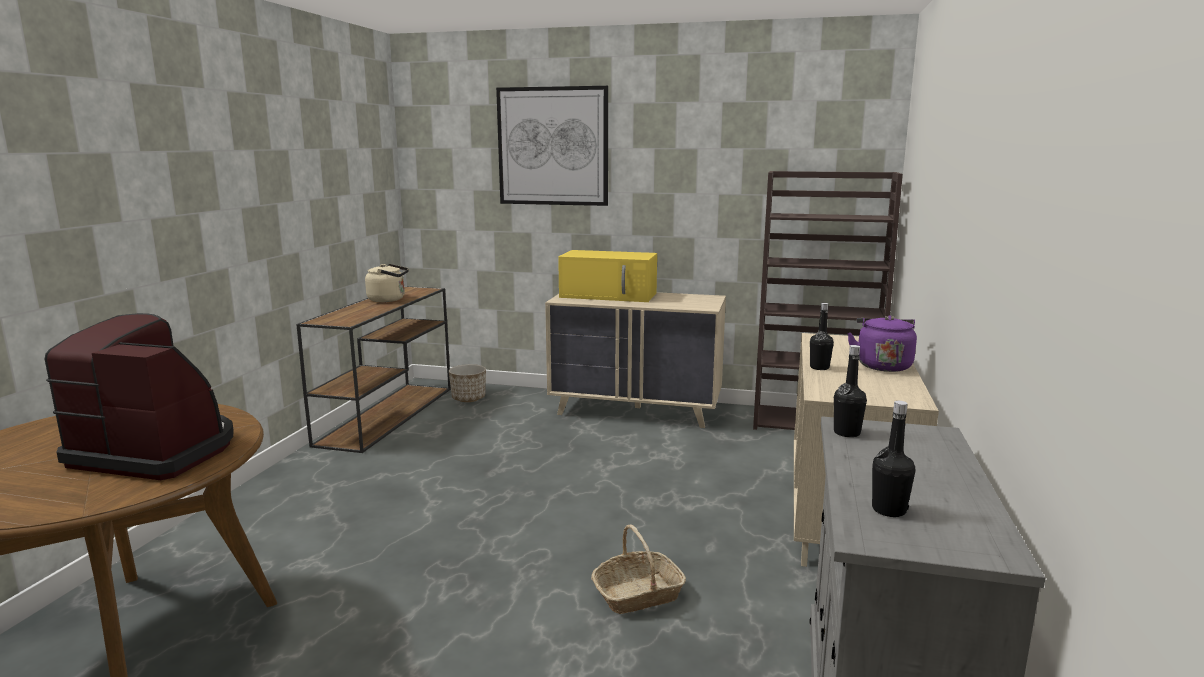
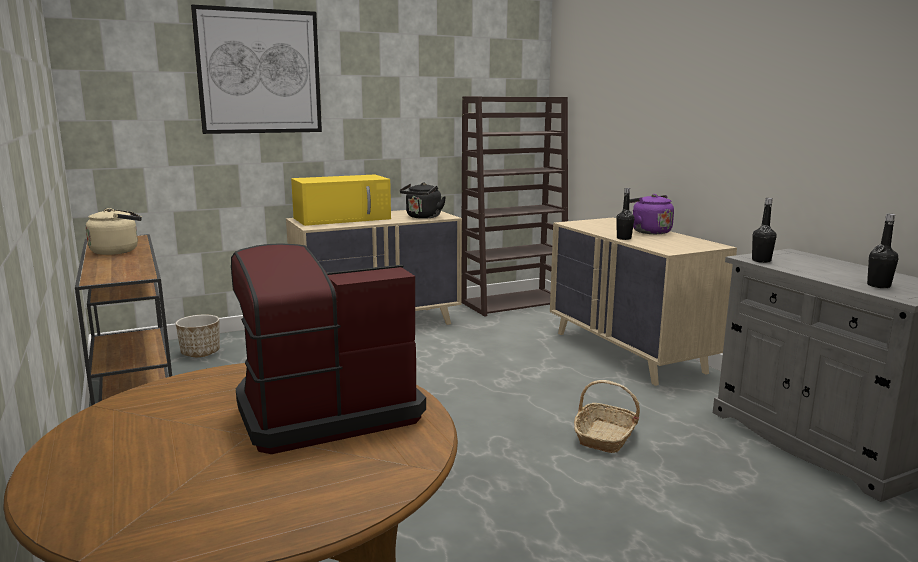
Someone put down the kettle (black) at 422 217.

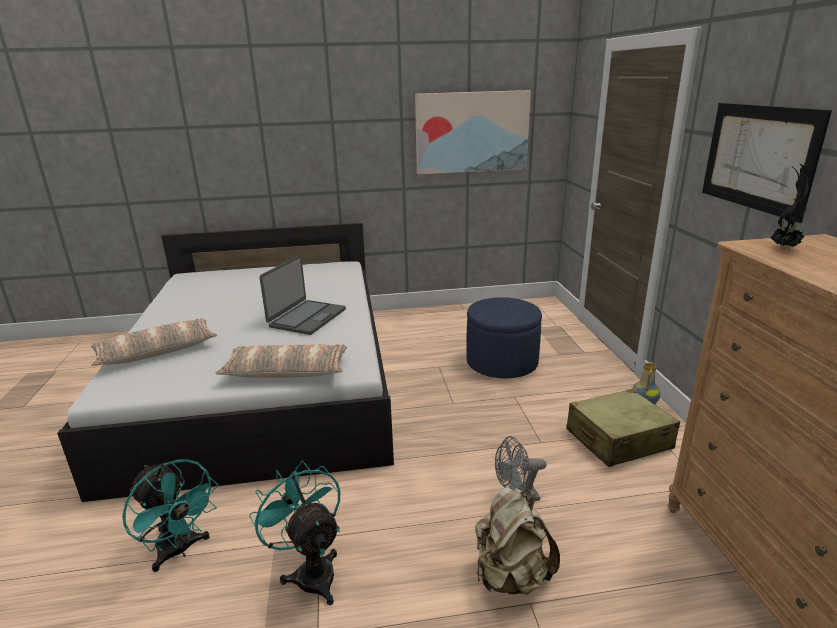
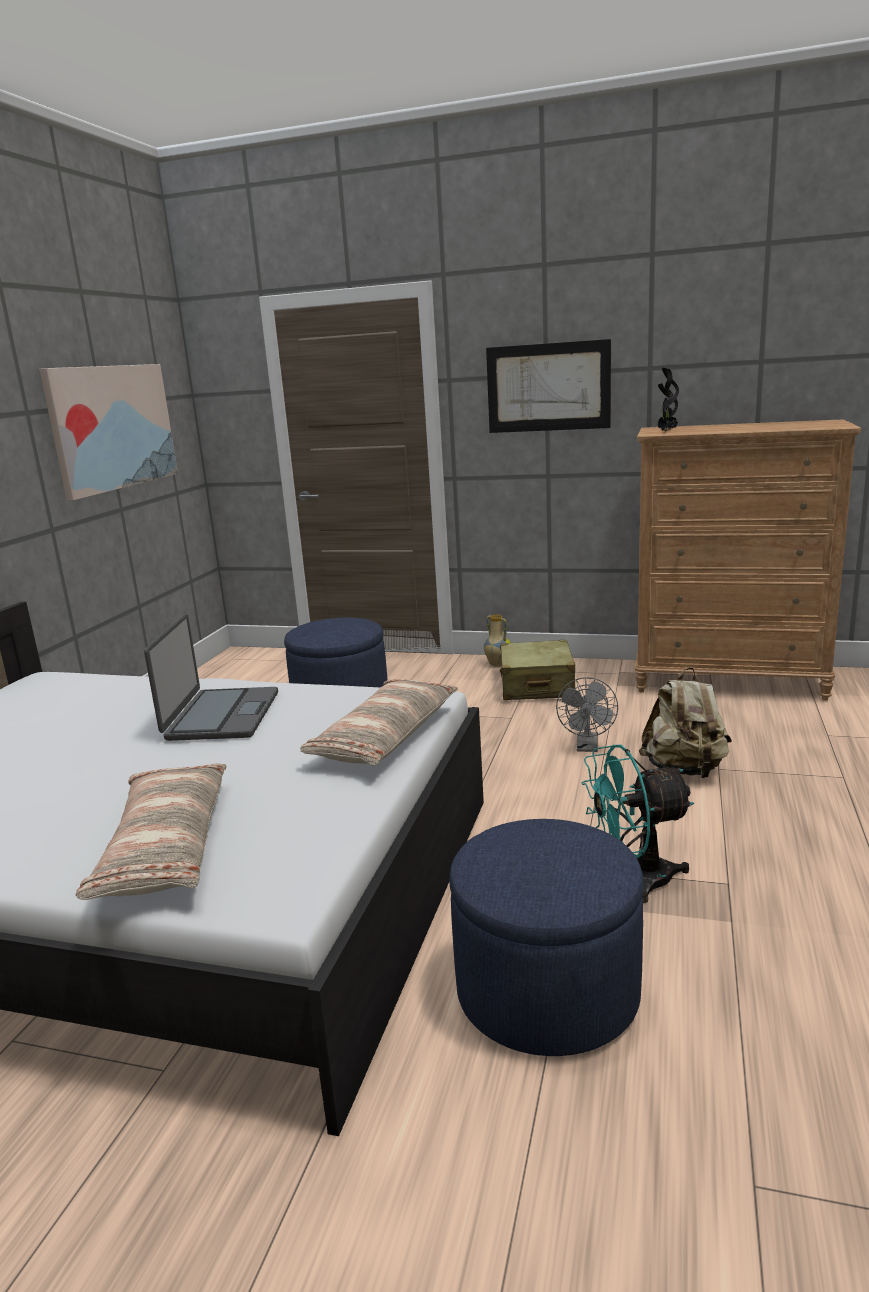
Someone swapped the fan (turquoise) at 180 551 for the ottoman (blue) at 547 991. Someone rotated the laptop at 306 318 by 45 degrees clockwise.

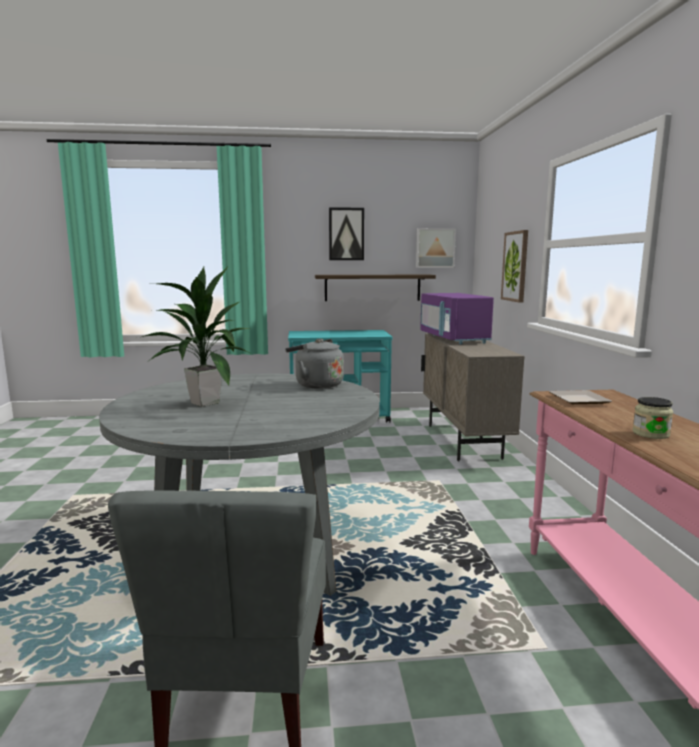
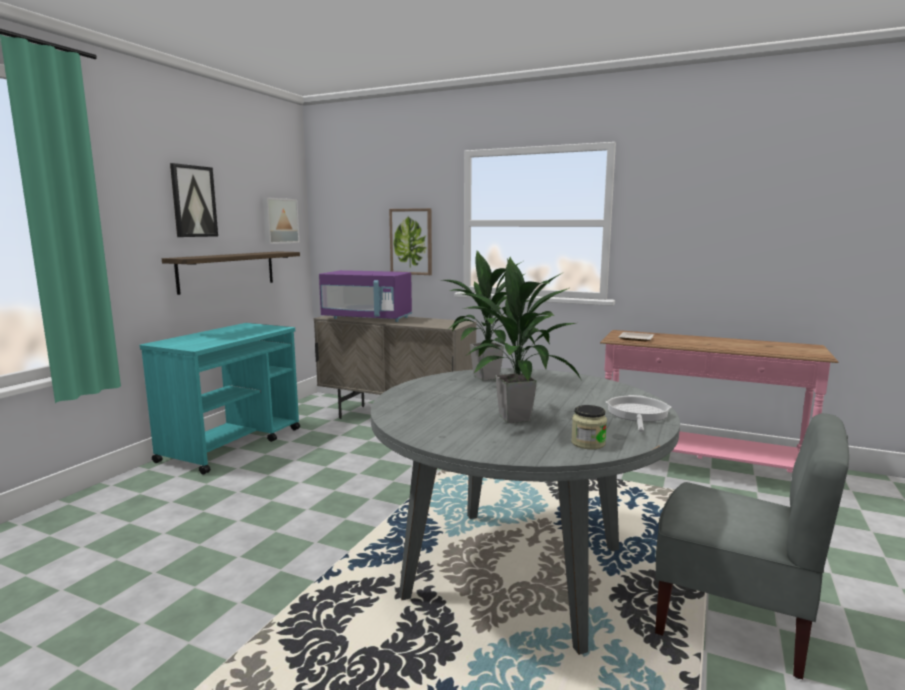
Someone swapped the kettle (grey) at 316 385 for the potted plant at 486 377. Someone carried the jar from 650 434 to 588 443. Someone put down the frying pan at 637 414.

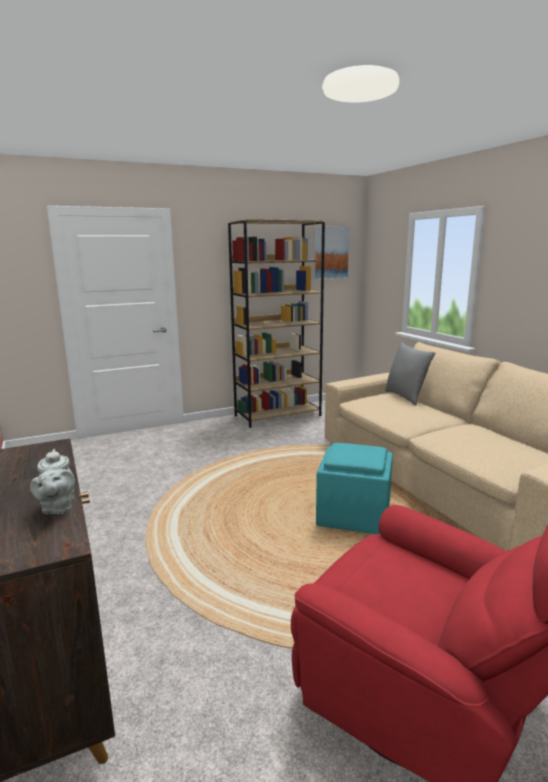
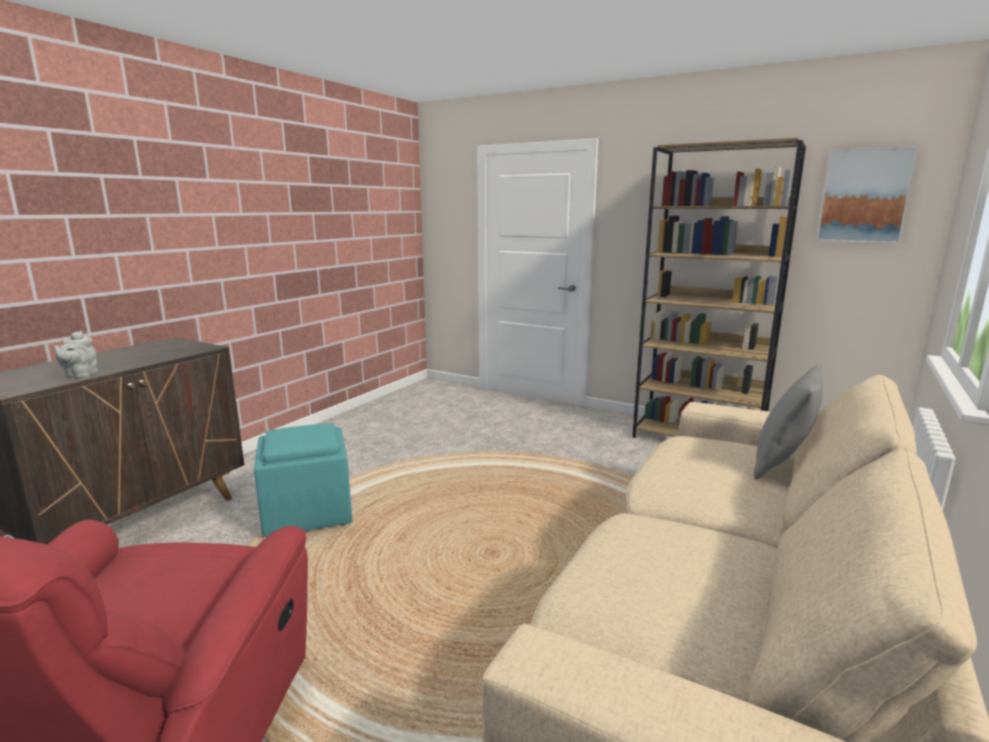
Someone rotated the teapot (grey) at 57 508 by 45 degrees counterclockwise. Someone carried the ottoman (turquoise) from 354 515 to 308 513.

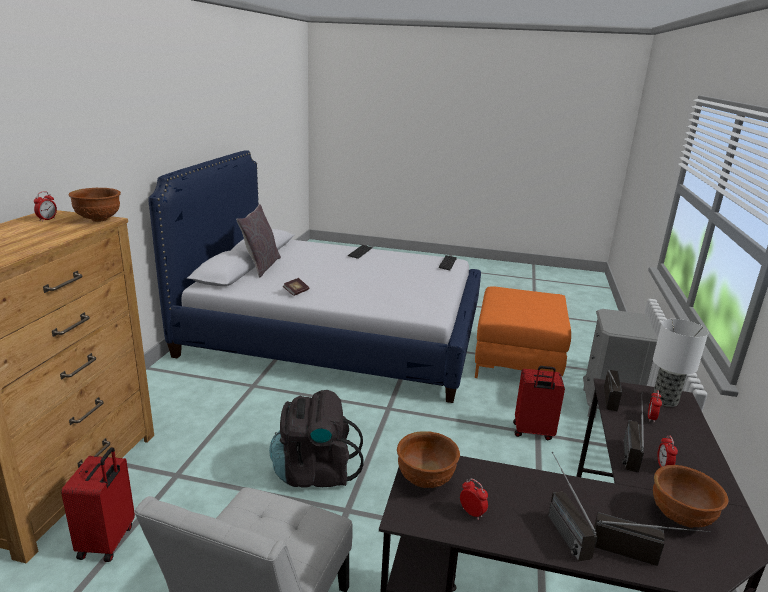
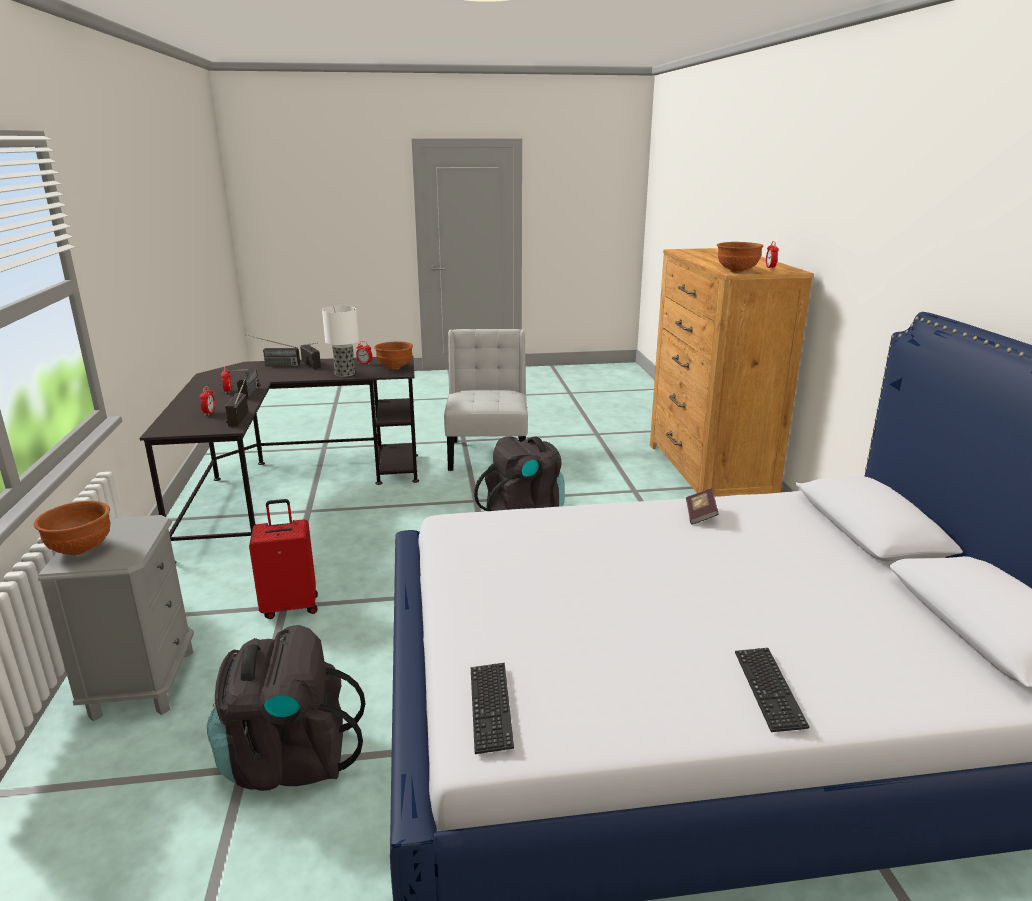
Someone took away the suitcase (red) at 108 541. Someone took away the pillow (grey) at 261 266. Someone swapped the ottoman (orange) at 516 360 for the backpack (black) at 289 759. Someone carried the table lamp from 665 400 to 344 374. Someone carried the bowl (brown) from 681 518 to 80 549.

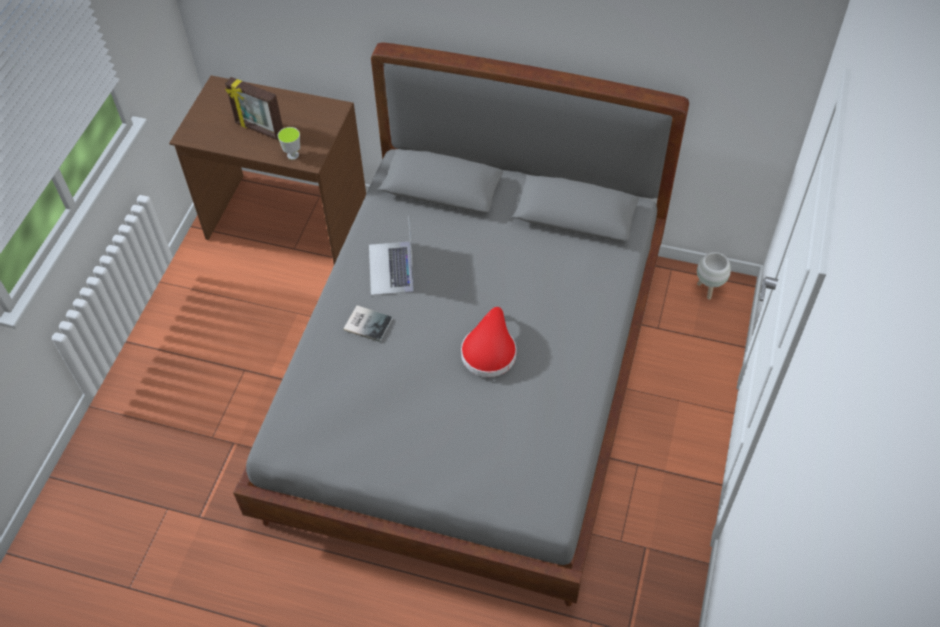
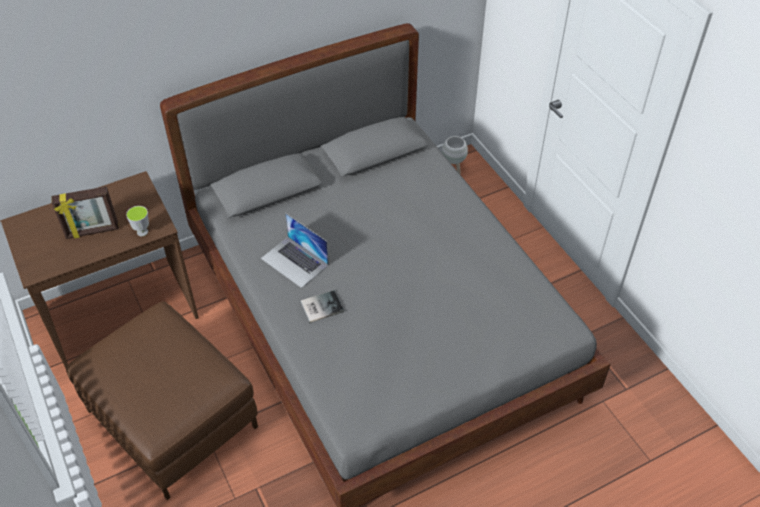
Someone took away the hat (red) at 489 350. Someone put down the ottoman (brown) at 171 418.

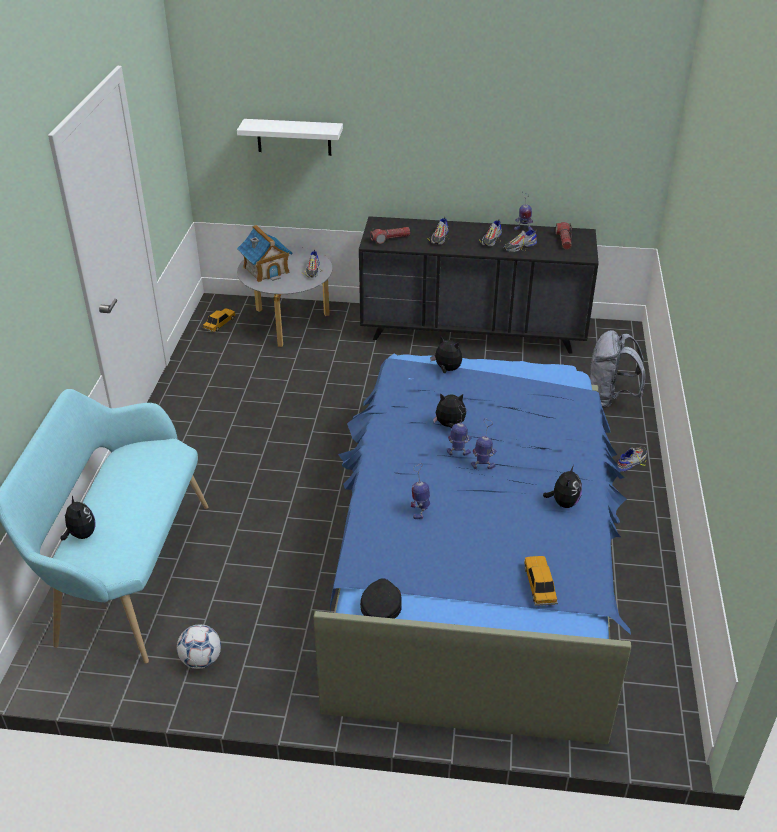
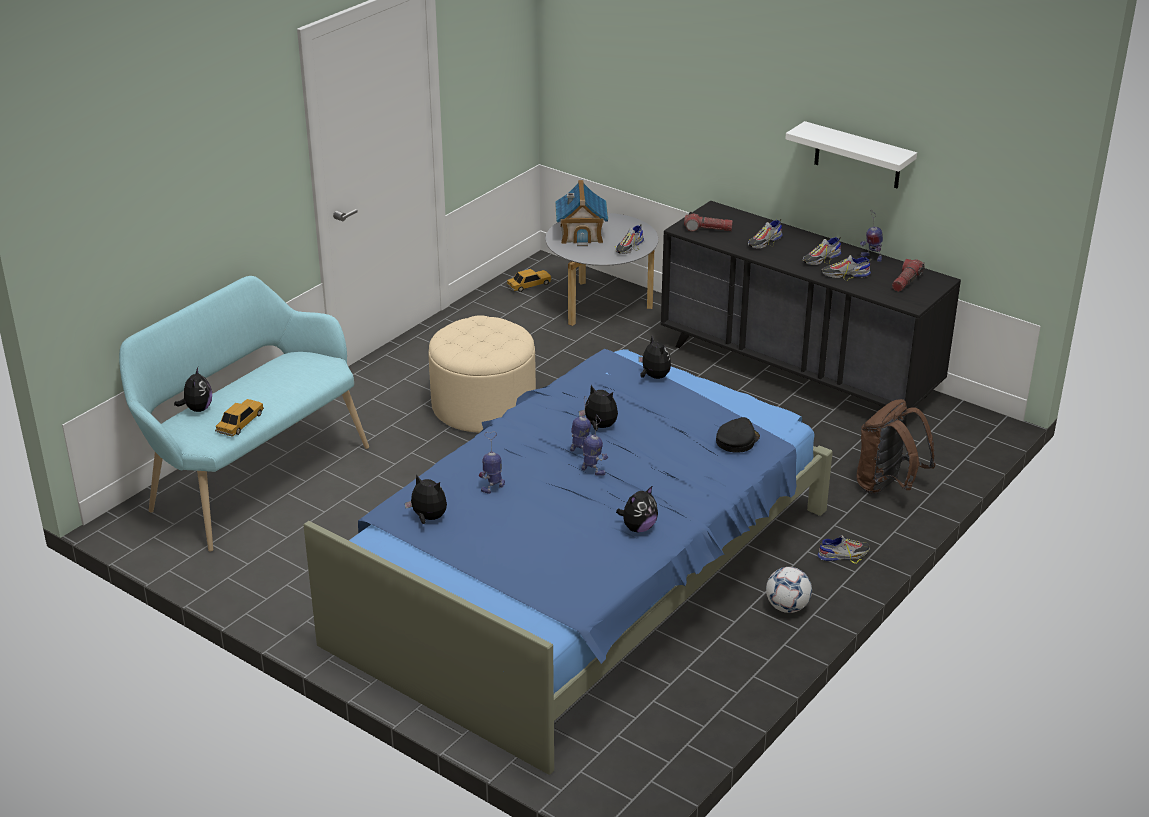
Someone carried the football from 201 660 to 787 607. Someone carried the shelf (white) from 294 137 to 857 156. Someone carried the cap (black) from 381 604 to 737 440. Someone carried the toy car from 539 585 to 240 423. Someone repainted the backpack (grey) at 610 398, which became the backpack (brown) at 887 486. Someone put down the plush toy at 428 518. Someone put down the ottoman (beige) at 483 405.

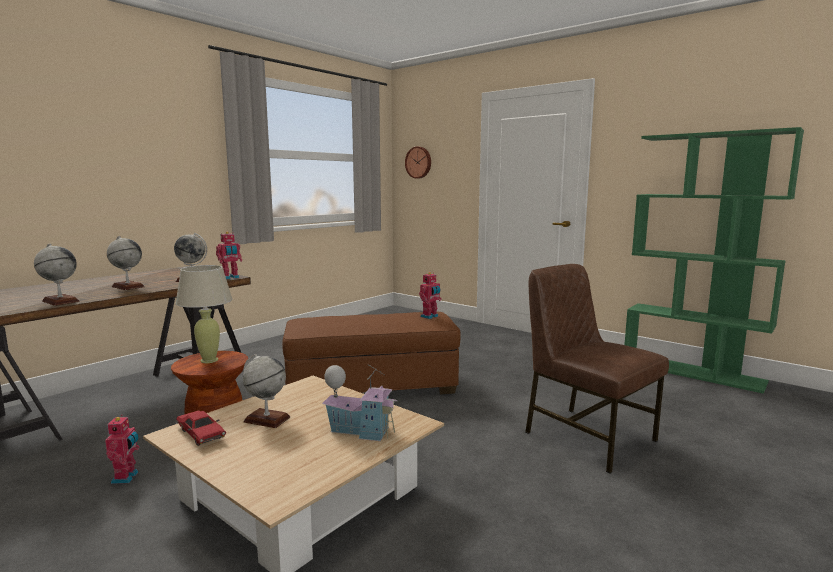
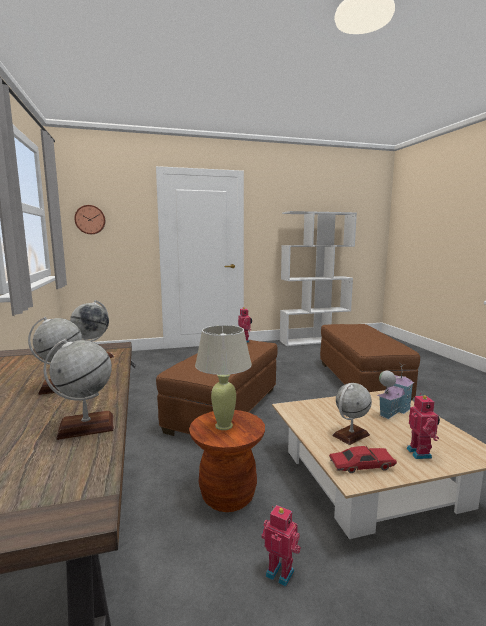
Someone carried the toy robot from 230 278 to 420 453. Someone swapped the chair (brown) at 587 436 for the ottoman (brown) at 360 381. Someone repainted the bookcase (green) at 692 372, which became the bookcase (white) at 314 341.

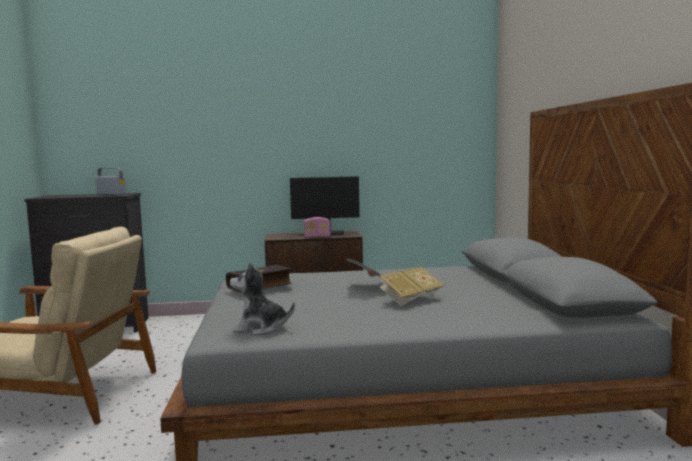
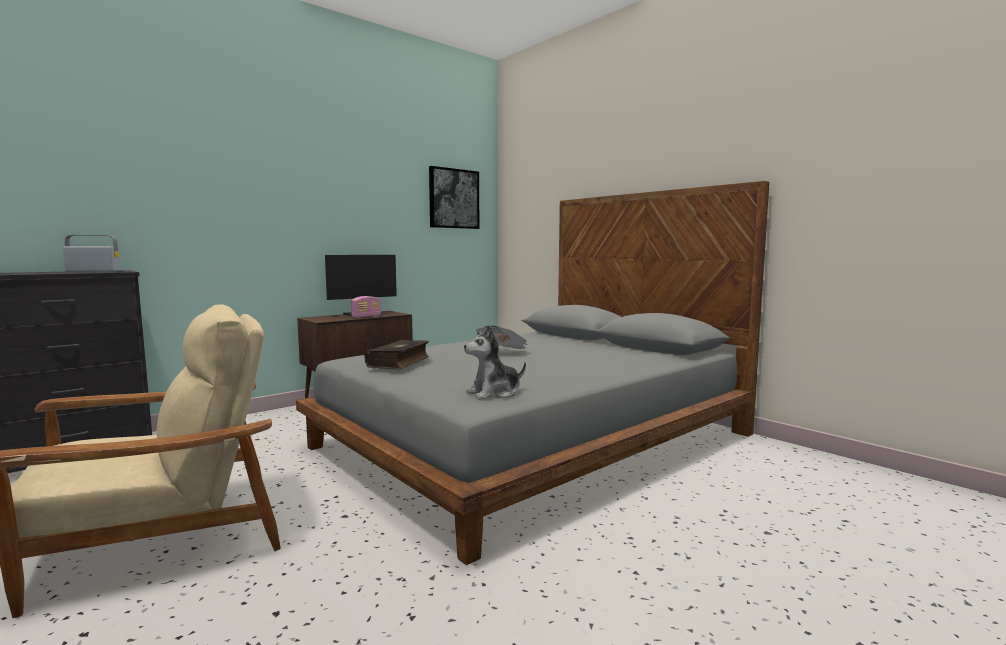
Someone took away the book at 410 299. Someone put up the picture at 453 198.

